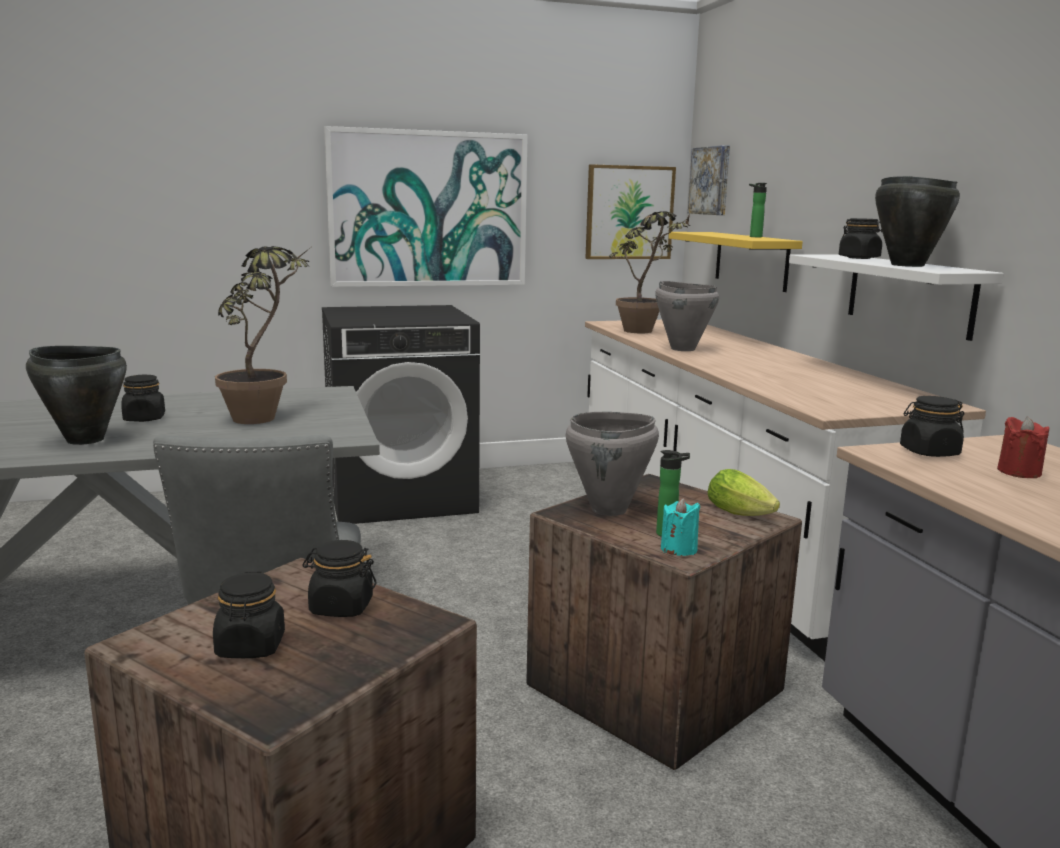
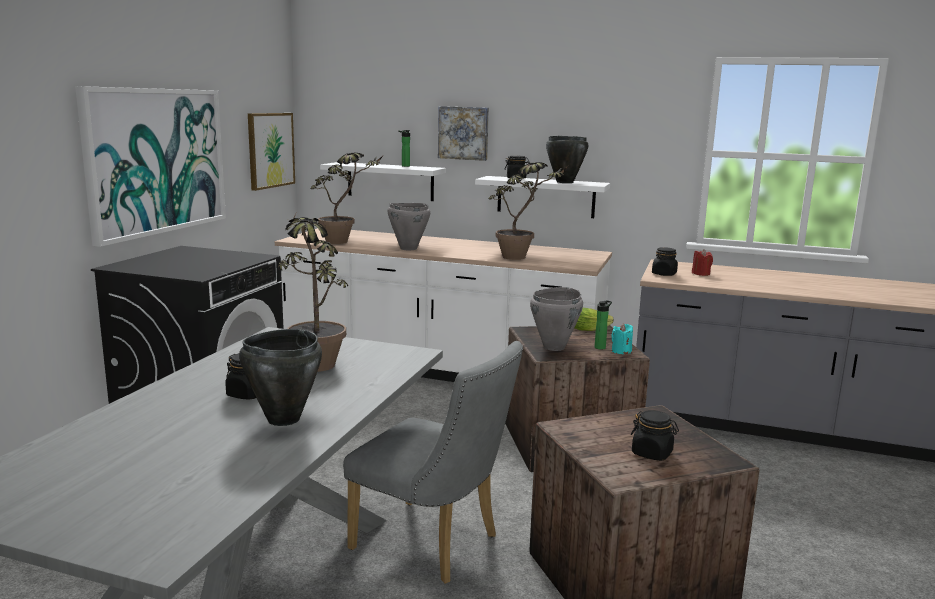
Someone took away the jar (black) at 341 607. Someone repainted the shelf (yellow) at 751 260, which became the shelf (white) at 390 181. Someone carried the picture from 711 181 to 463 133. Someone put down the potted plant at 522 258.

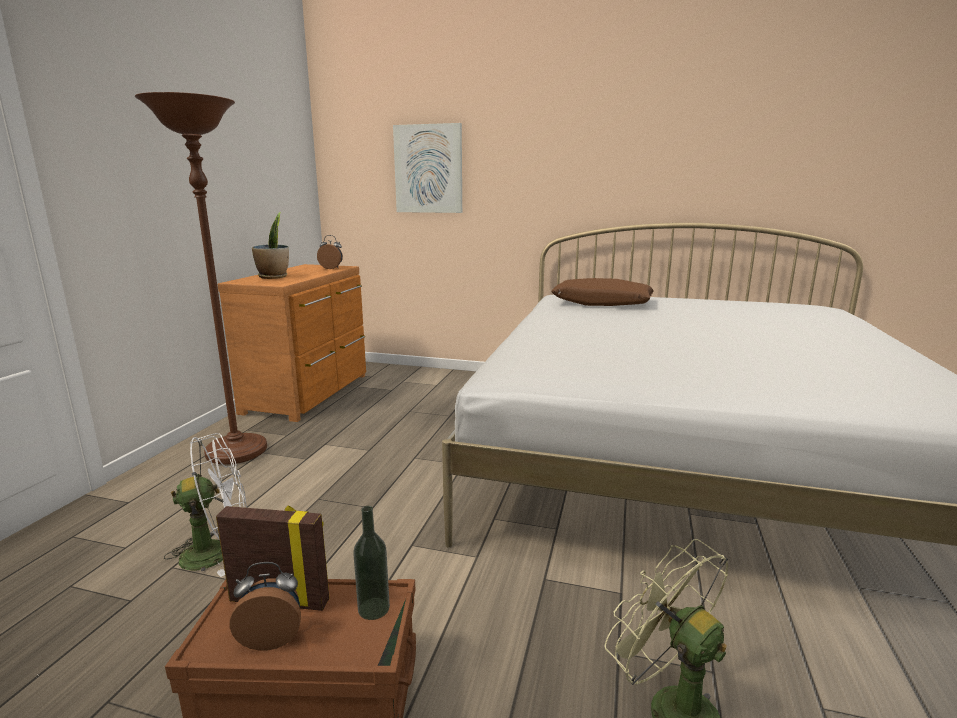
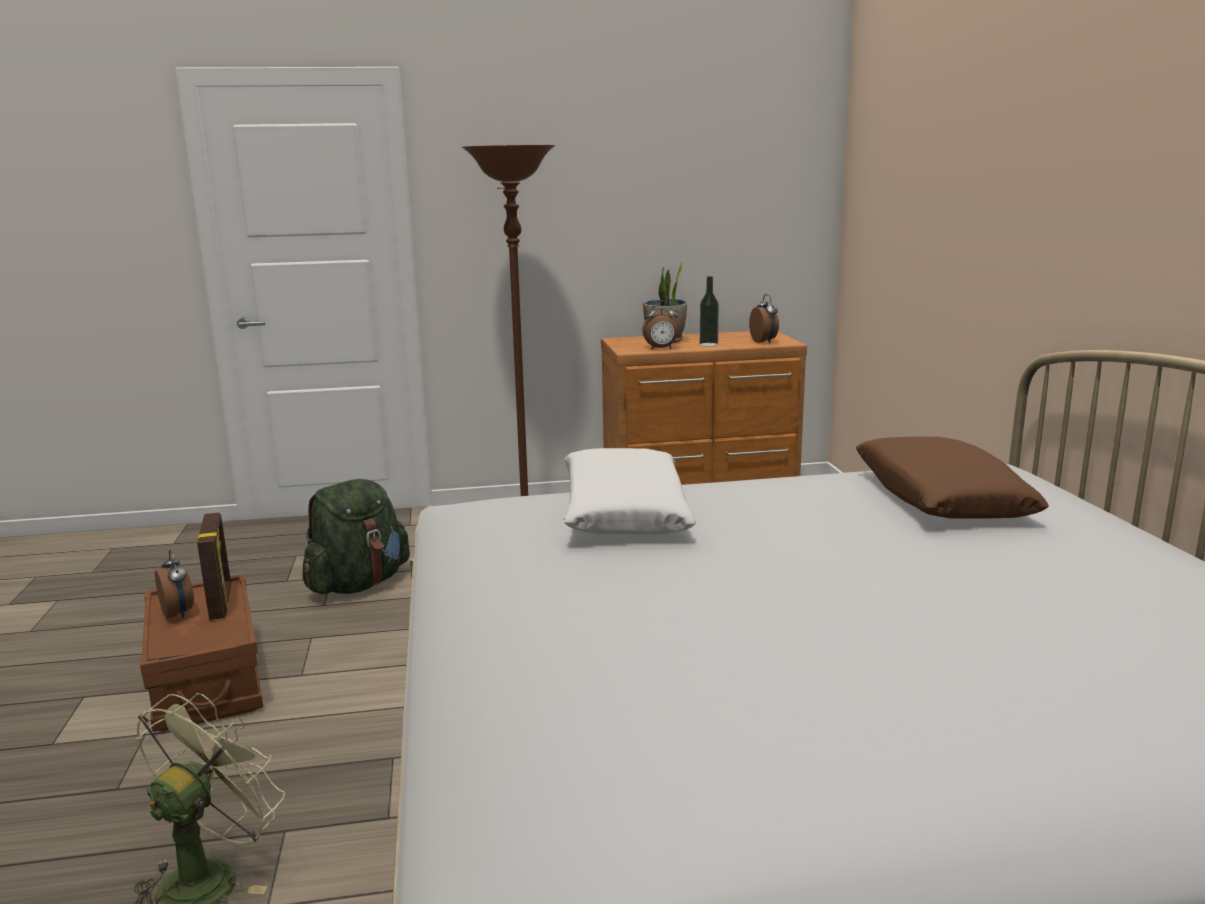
Someone swapped the fan (white) at 218 552 for the backpack (green) at 358 584. Someone carried the bottle from 373 608 to 708 344. Someone took away the picture at 428 169. Someone put down the pillow (white) at 623 511. Someone put down the alarm clock at 661 349.

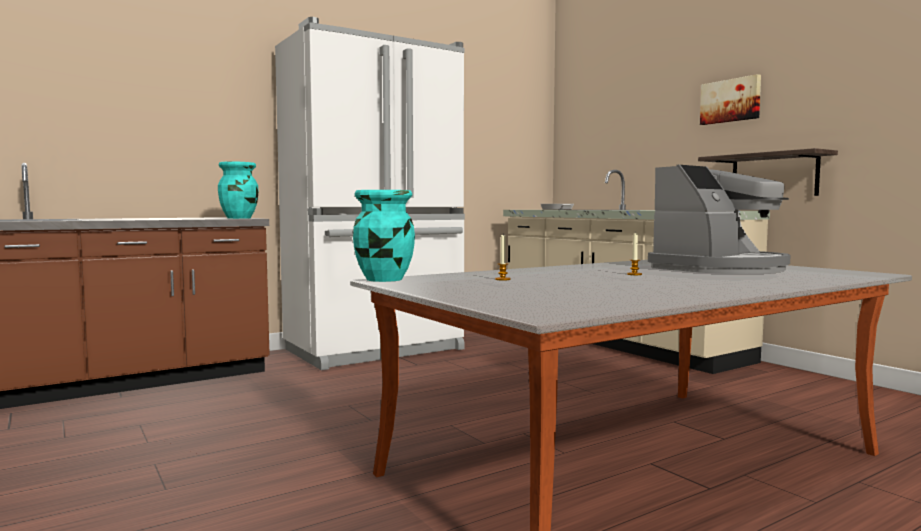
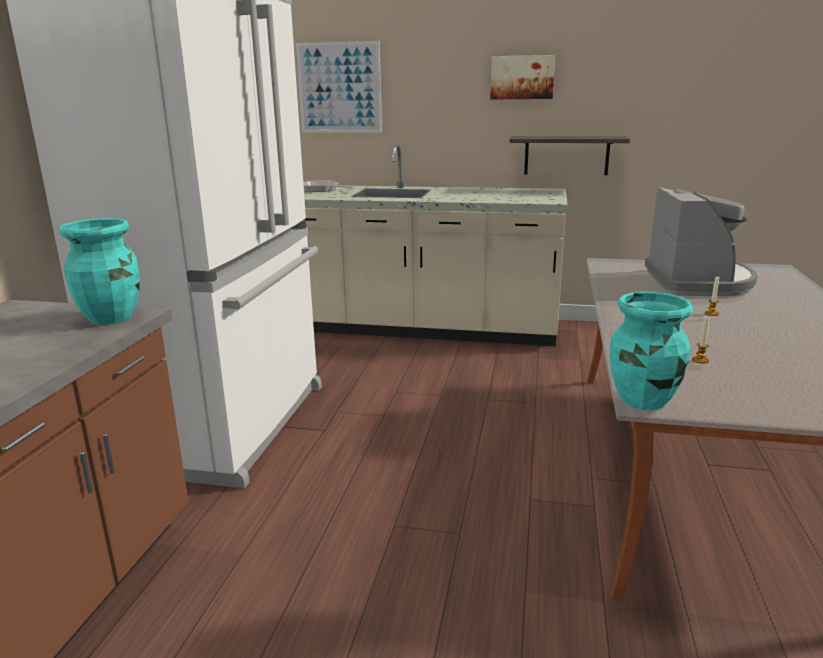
Someone put up the picture at 339 88.

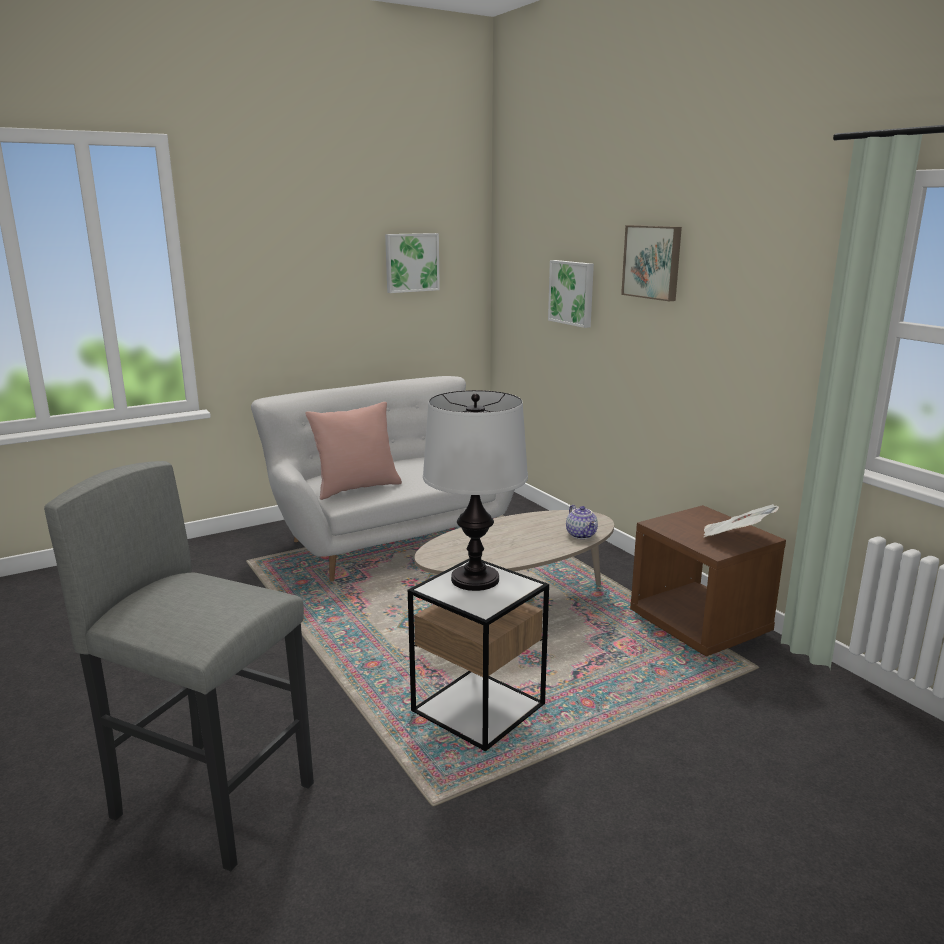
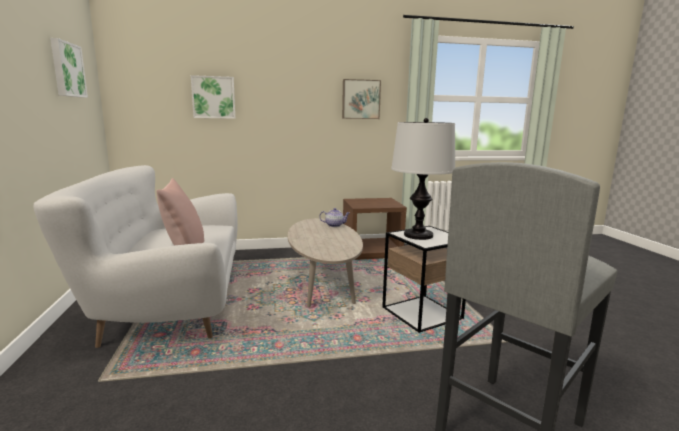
Someone carried the picture from 653 262 to 360 99. Someone took away the newspaper at 735 538.

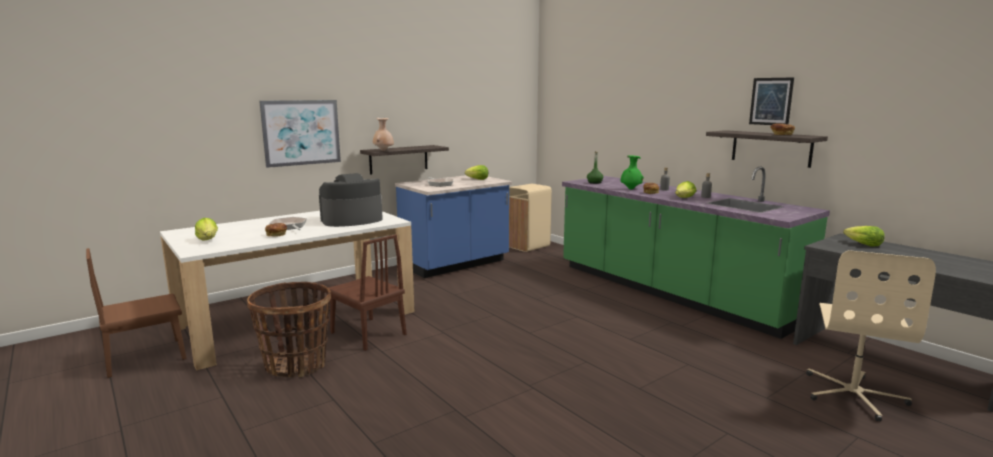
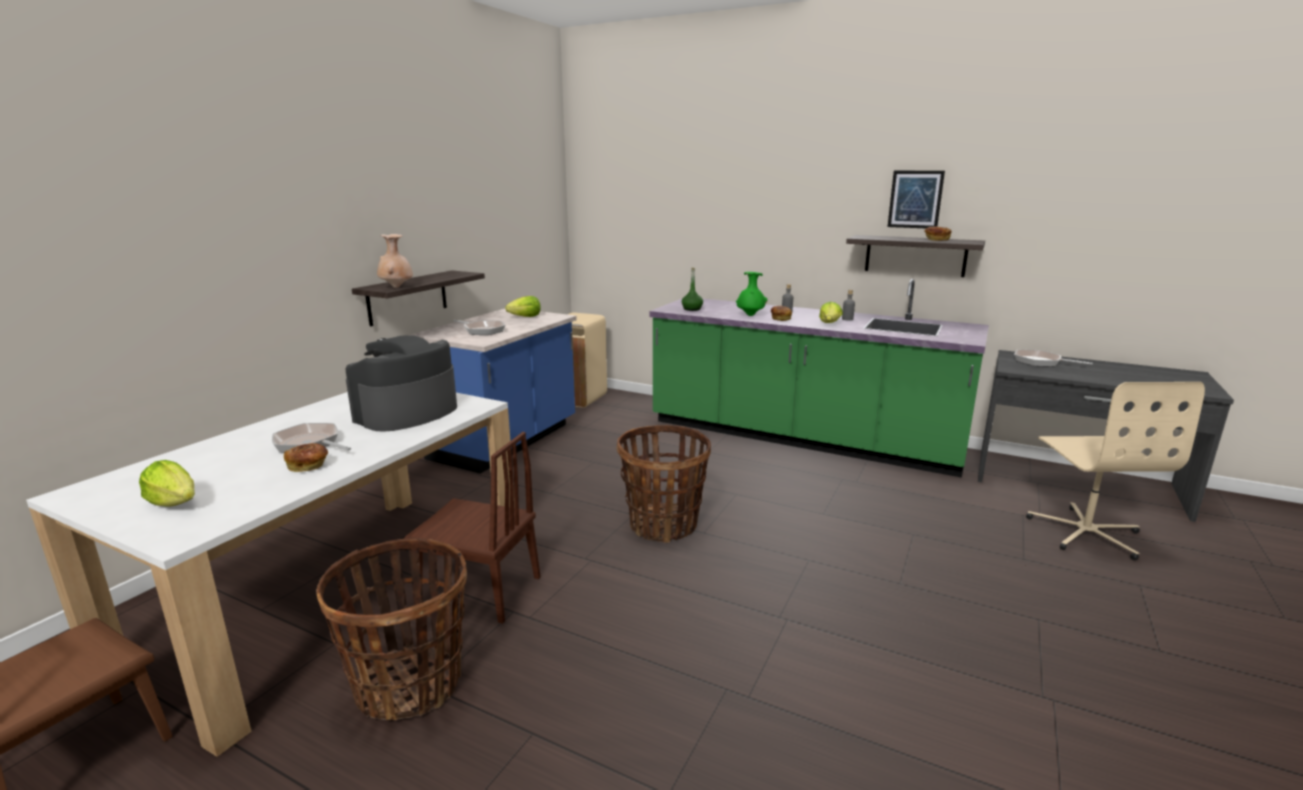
Someone took away the picture at 301 132. Someone swapped the lettuce at 863 244 for the frying pan at 1040 362. Someone put down the basket at 663 525.

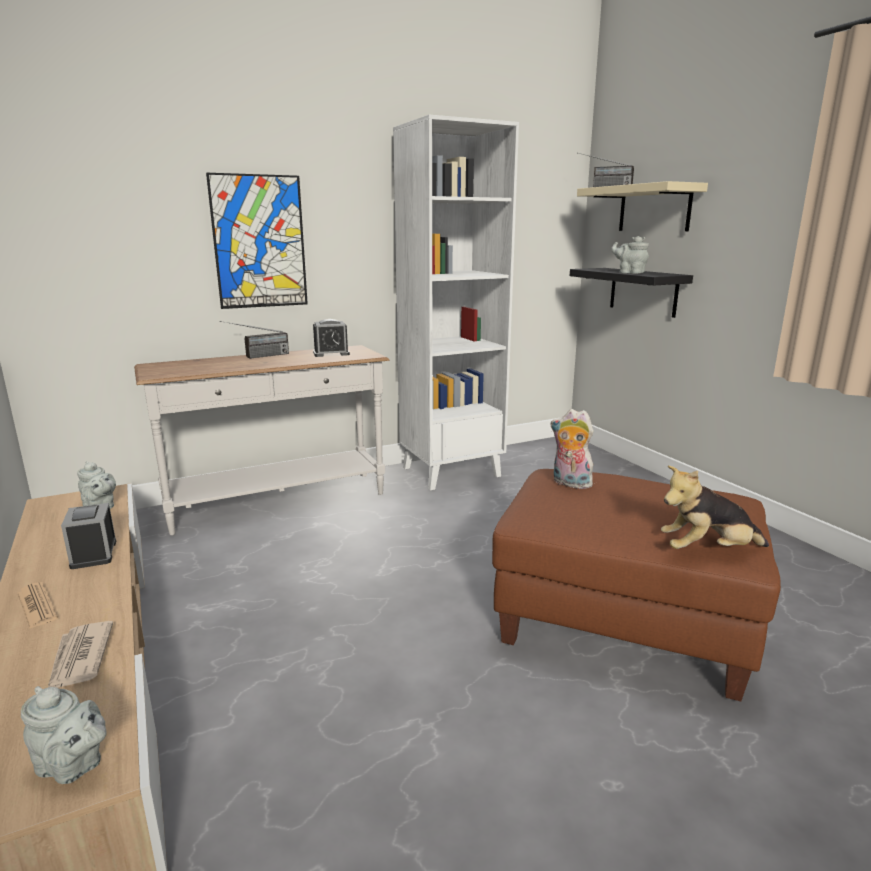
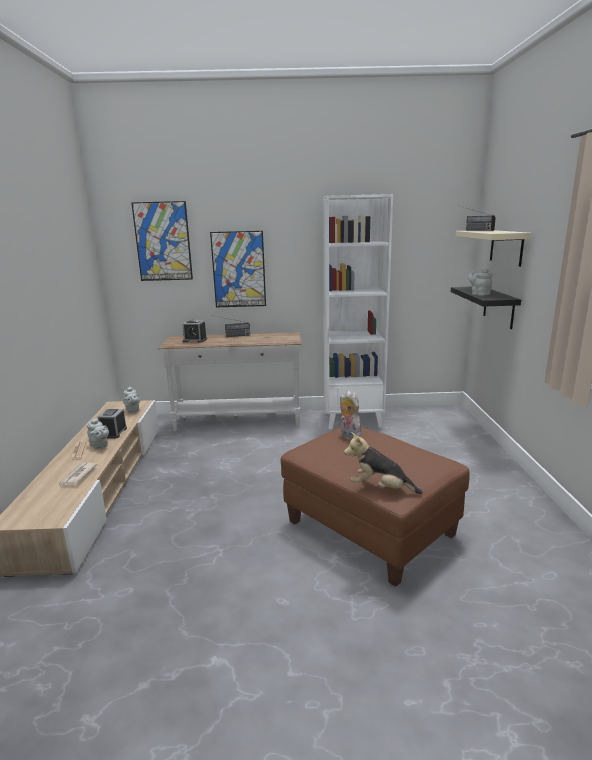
Someone carried the teapot (grey) from 73 766 to 99 446. Someone carried the alarm clock from 331 353 to 195 340. Someone put up the picture at 163 241.

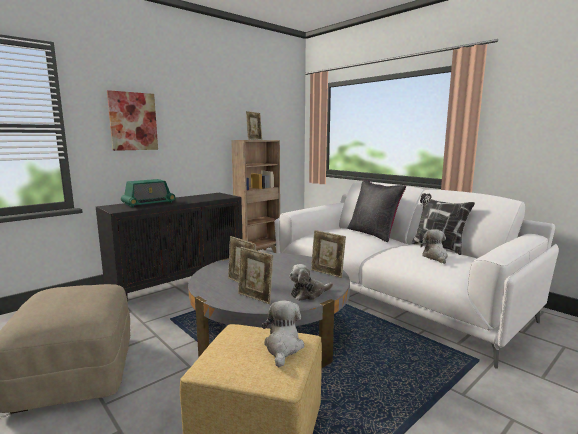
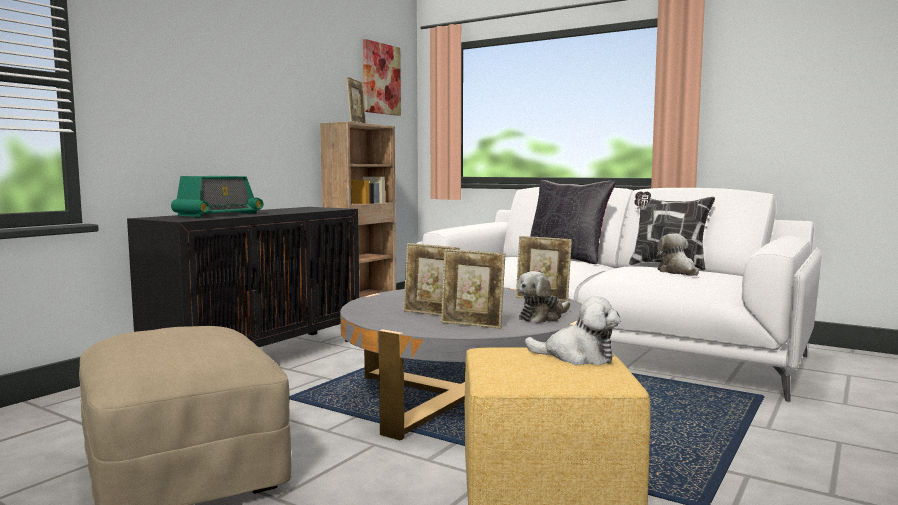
Someone carried the picture from 133 121 to 381 79. Someone rotated the plush toy at 283 347 by 120 degrees clockwise.

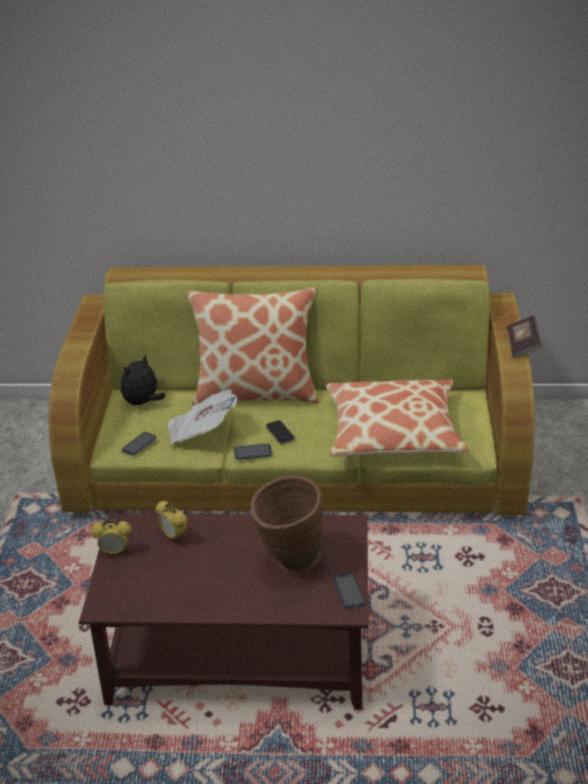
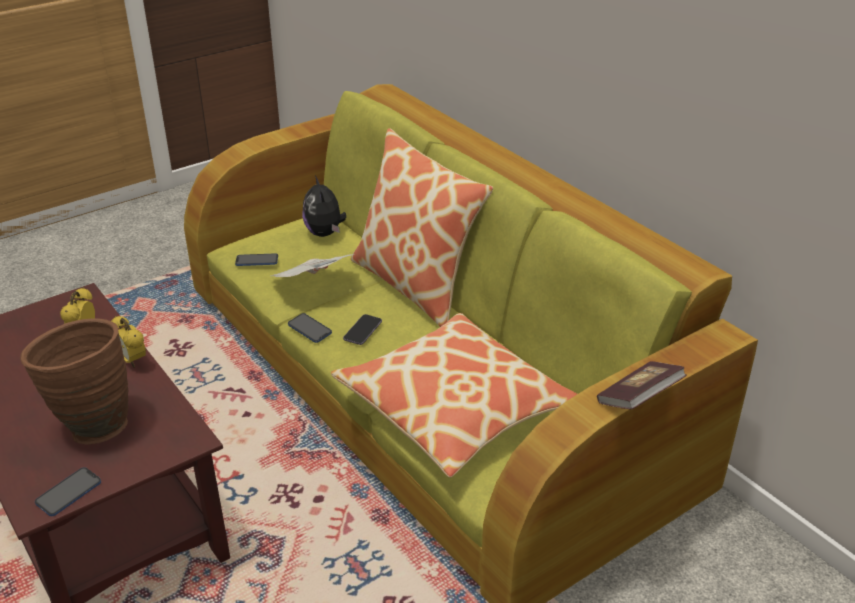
Someone carried the alarm clock from 114 552 to 132 361. Someone rotated the plush toy at 142 403 by 105 degrees counterclockwise.

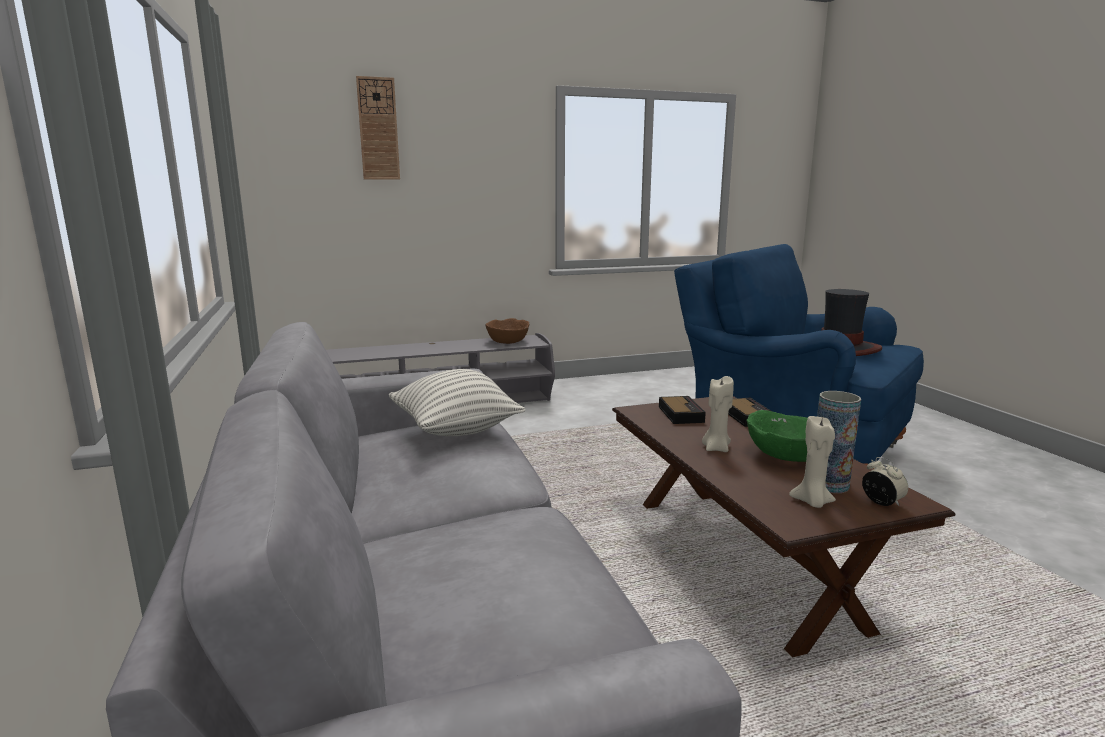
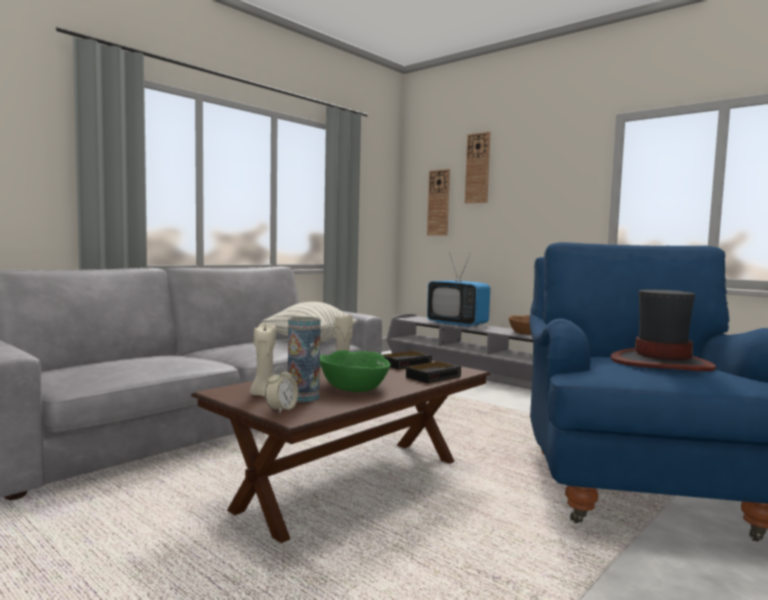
Someone put up the wall clock at 438 203. Someone put down the television at 457 324.

